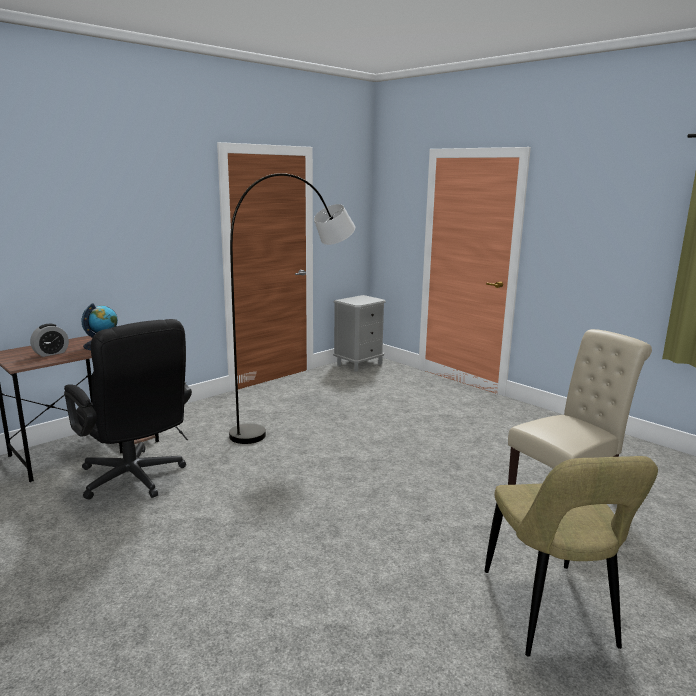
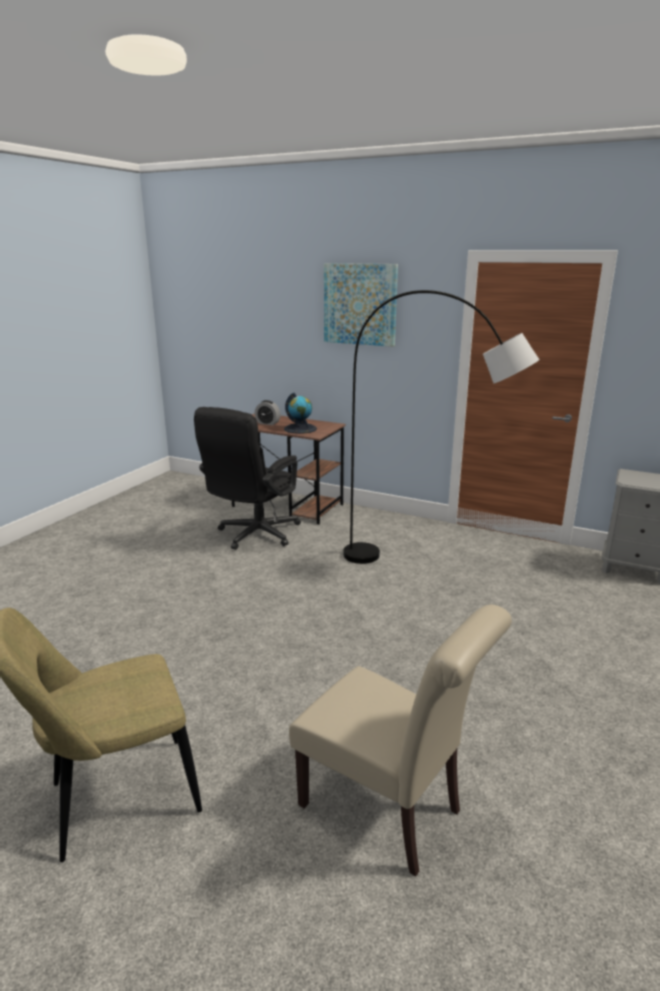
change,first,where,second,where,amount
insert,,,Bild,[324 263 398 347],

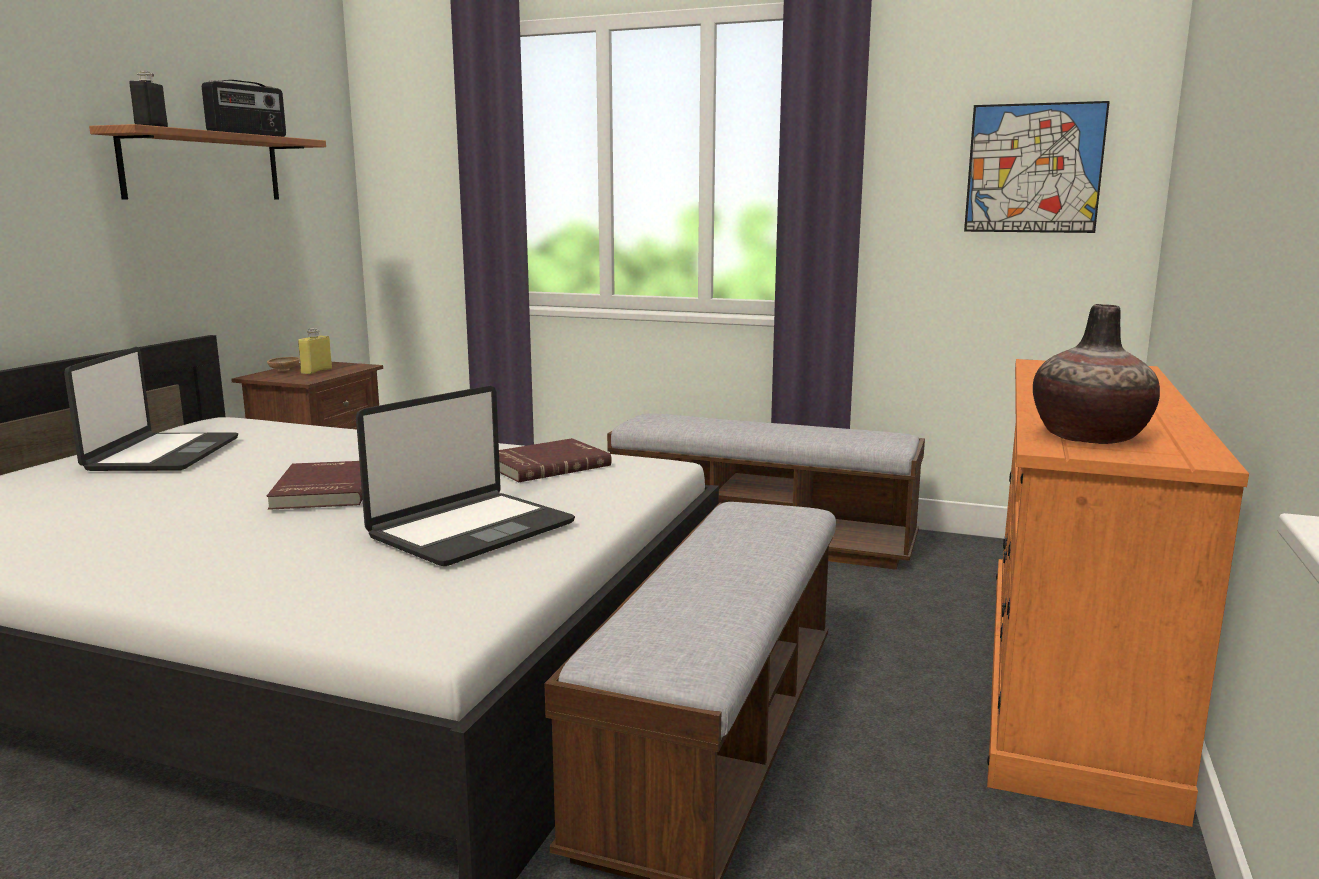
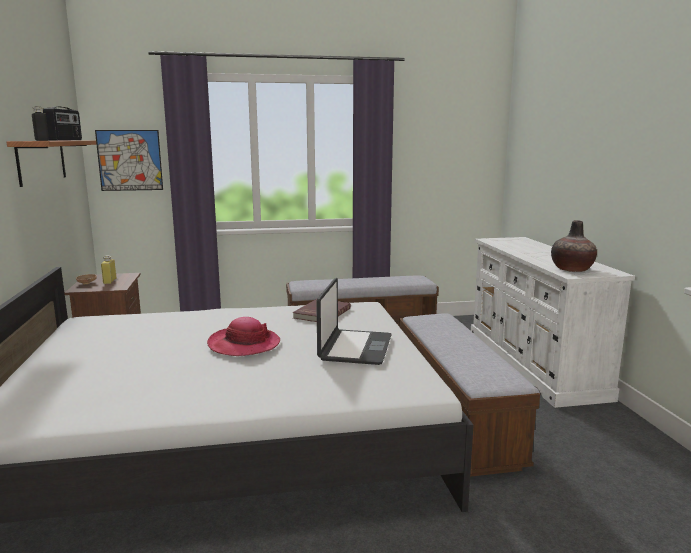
change,first,where,second,where,amount
move,Bild,[964 101 1110 233],,[95 130 163 191],
replace,Buch [rot],[266 461 363 510],Hut,[207 317 280 356],
recolor,Kommode [orange],[987 359 1249 827],Kommode [weiß],[471 237 635 408],
delete,Laptop,[64 347 238 471],,,

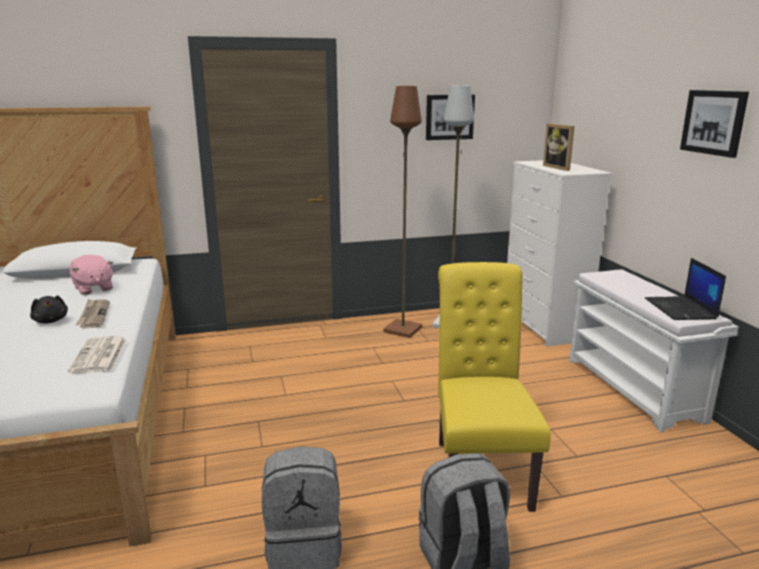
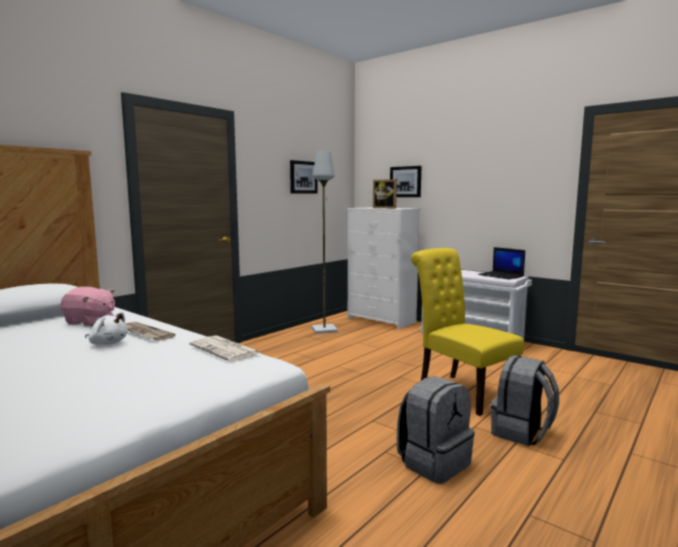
change,first,where,second,where,amount
recolor,Plüschtier [schwarz],[30 295 68 323],Plüschtier [weiß],[85 312 128 345],
move,Bild,[680 90 749 158],,[390 166 422 197],
delete,Stehlampe [braun],[383 86 422 338],,,

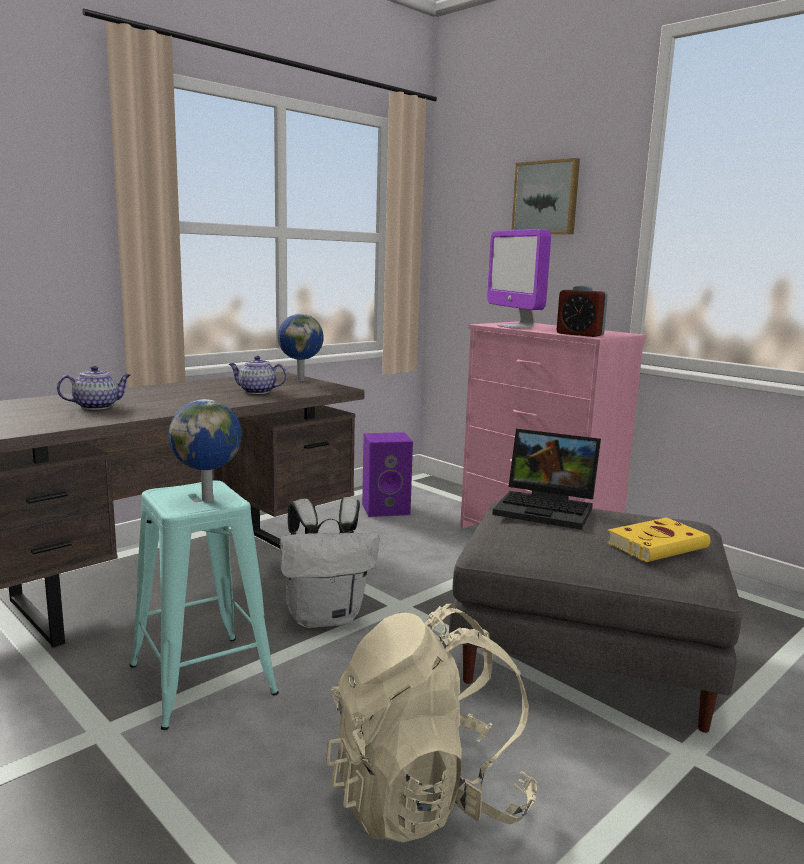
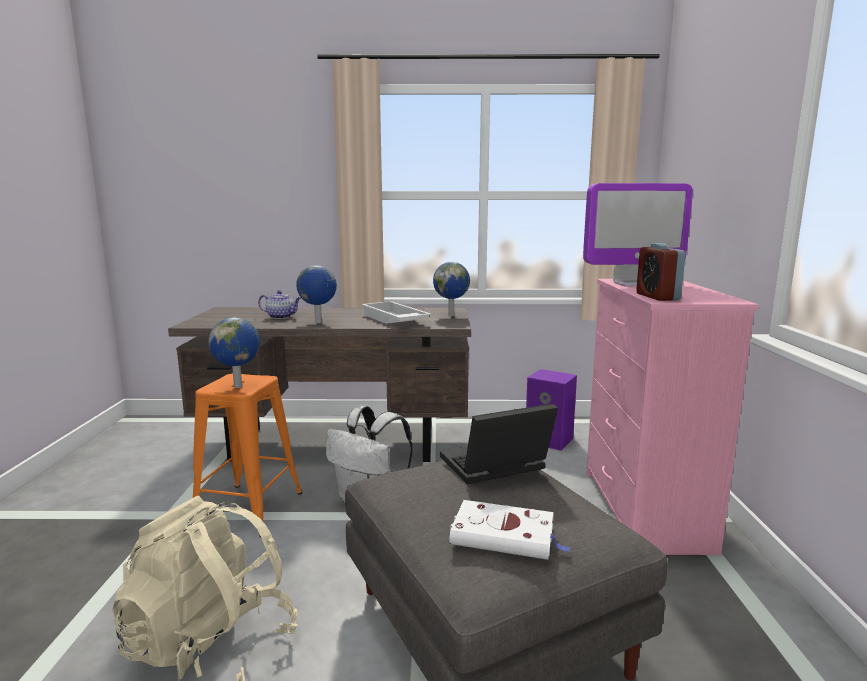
change,first,where,second,where,amount
recolor,Hocker [türkis],[130 480 279 730],Hocker [orange],[193 373 302 538],
insert,,,Globus,[296 265 337 323],
replace,Teekanne,[229 356 287 394],Tablett [weiß],[361 301 432 324],
rotate,Laptop,[492 429 601 530],,[440 403 558 484],90 degrees clockwise
recolor,Buch [gelb],[607 517 710 562],Buch [weiß],[450 500 571 560],
rotate,Monitor,[487 229 551 328],,[583 183 693 286],120 degrees counterclockwise
delete,Bild,[512 158 580 234],,,

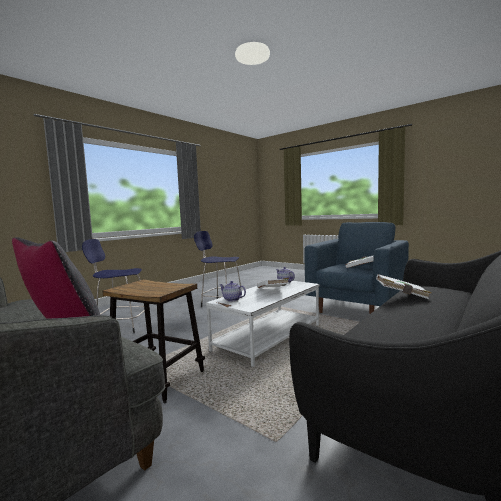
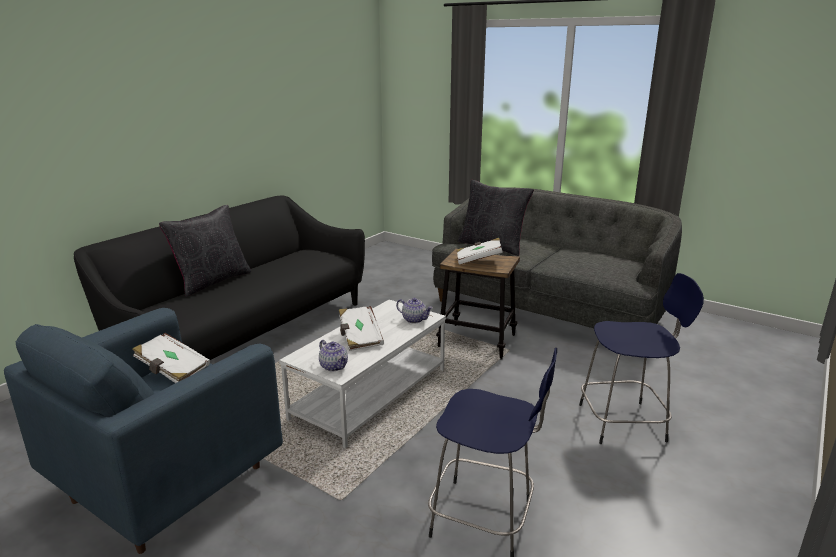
change,first,where,second,where,amount
insert,,,Kissen [schwarz],[159 205 251 297],
move,Buch [weiß],[376 274 432 299],,[457 238 503 265],

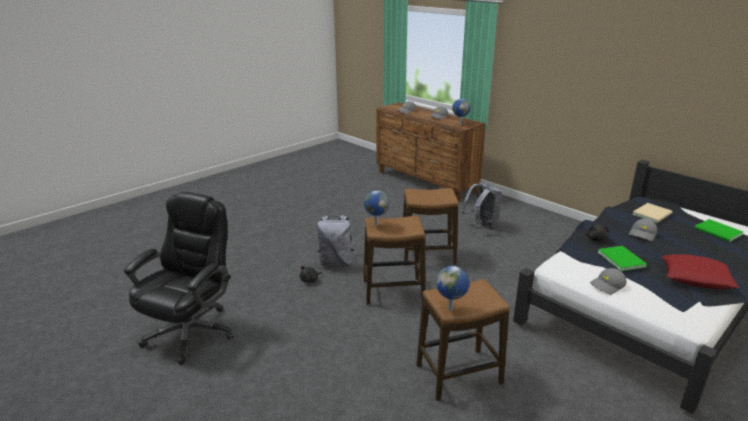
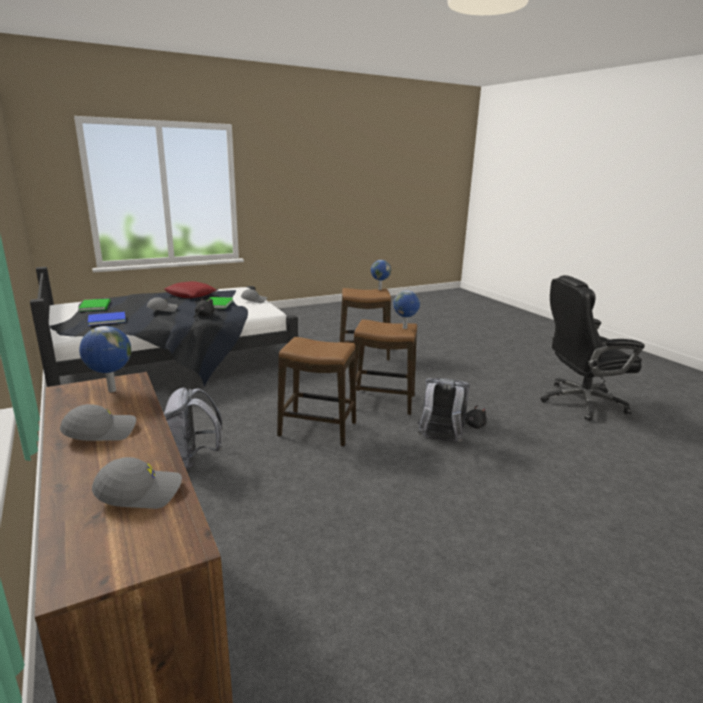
change,first,where,second,where,amount
recolor,Buch [beige],[632 203 673 223],Buch [blau],[88 312 126 326],
rotate,Bürostuhl [schwarz],[124 192 233 365],,[541 275 645 421],45 degrees clockwise

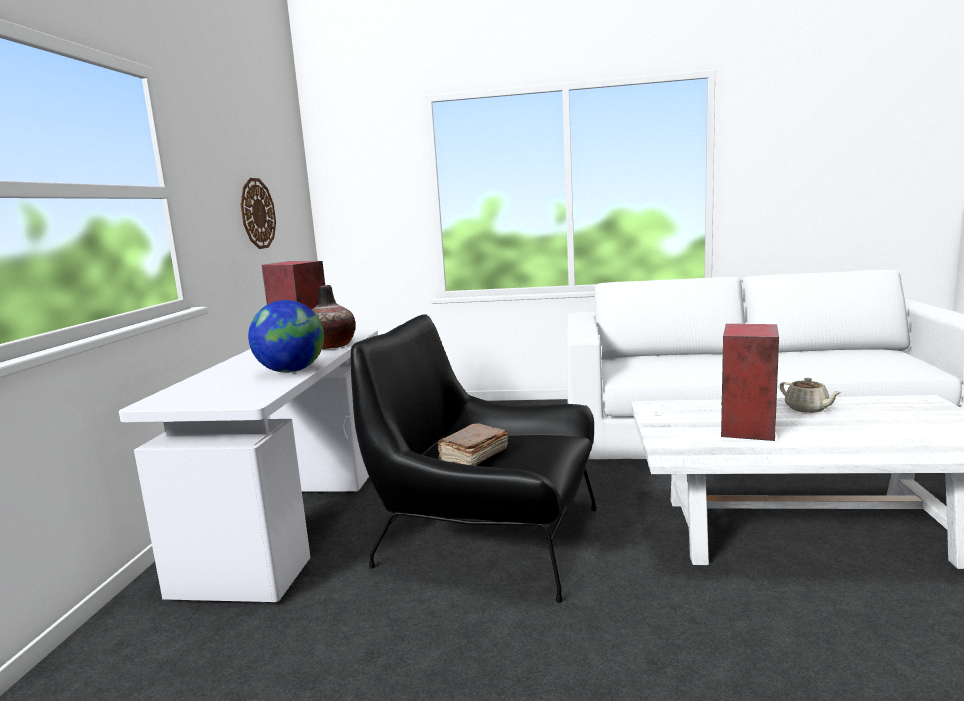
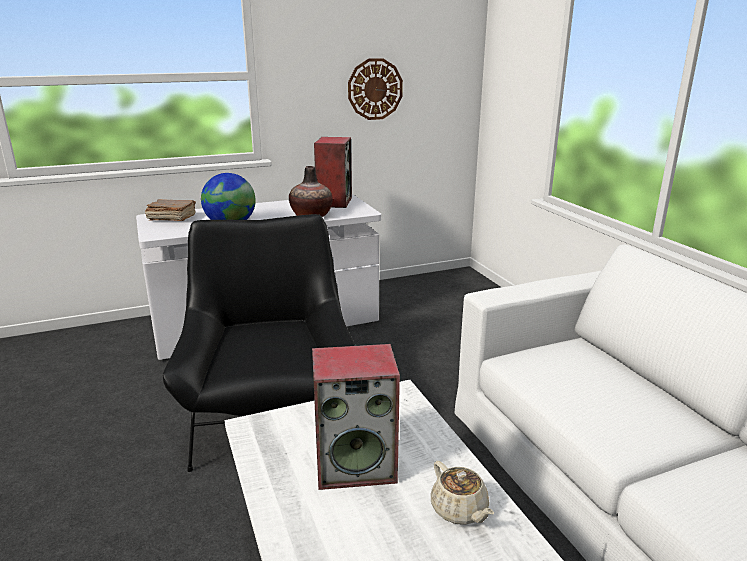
change,first,where,second,where,amount
move,Buch [braun],[437 423 508 466],,[145 199 196 221],
rotate,Teekanne [beige],[779 378 842 413],,[431 461 494 525],60 degrees counterclockwise

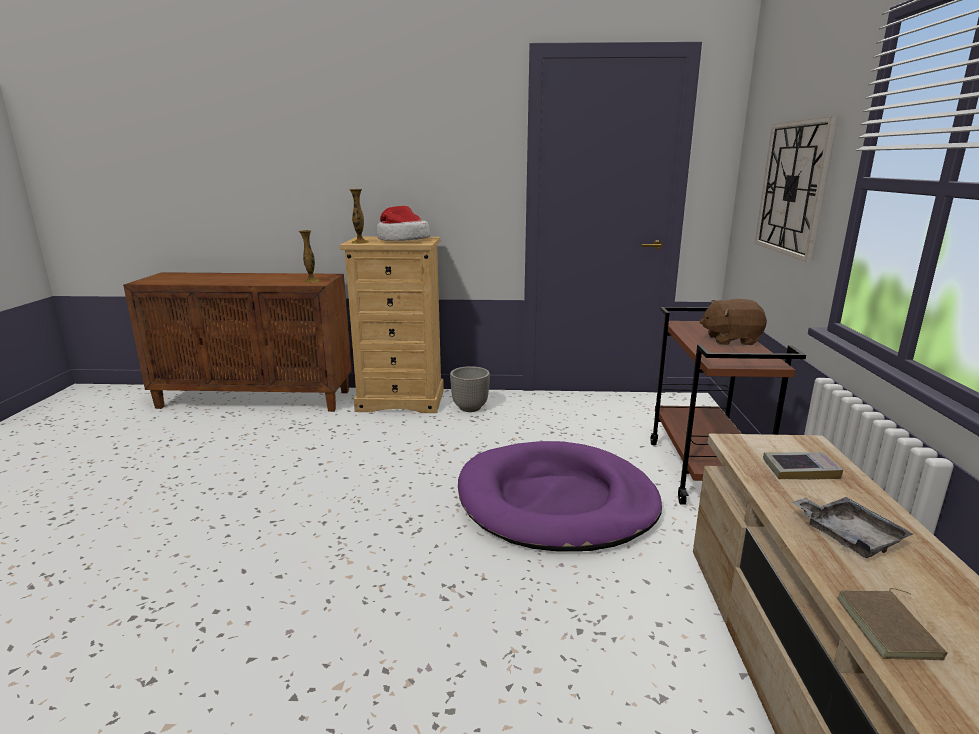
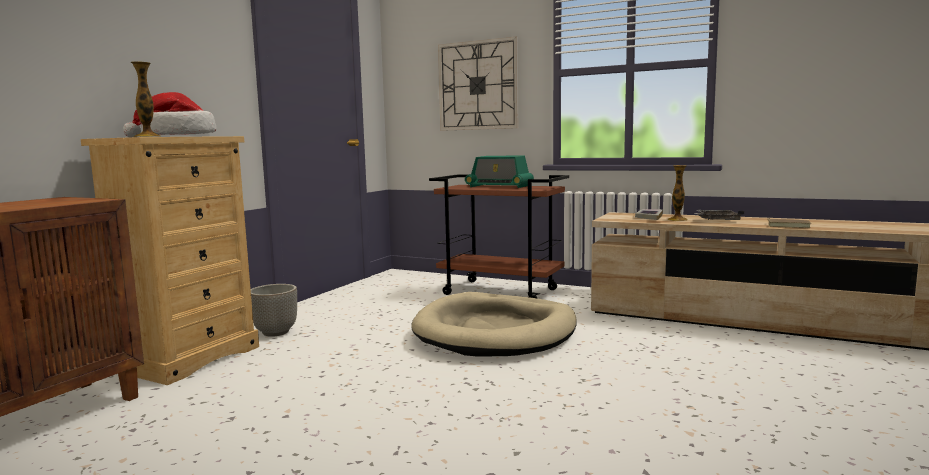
change,first,where,second,where,amount
recolor,Hundebett [lila],[458 441 662 551],Hundebett [beige],[411 292 577 357],
replace,Plüschtier [braun],[700 299 767 345],Radio,[465 155 534 188],
move,Vase,[299 230 321 283],,[668 165 687 221],

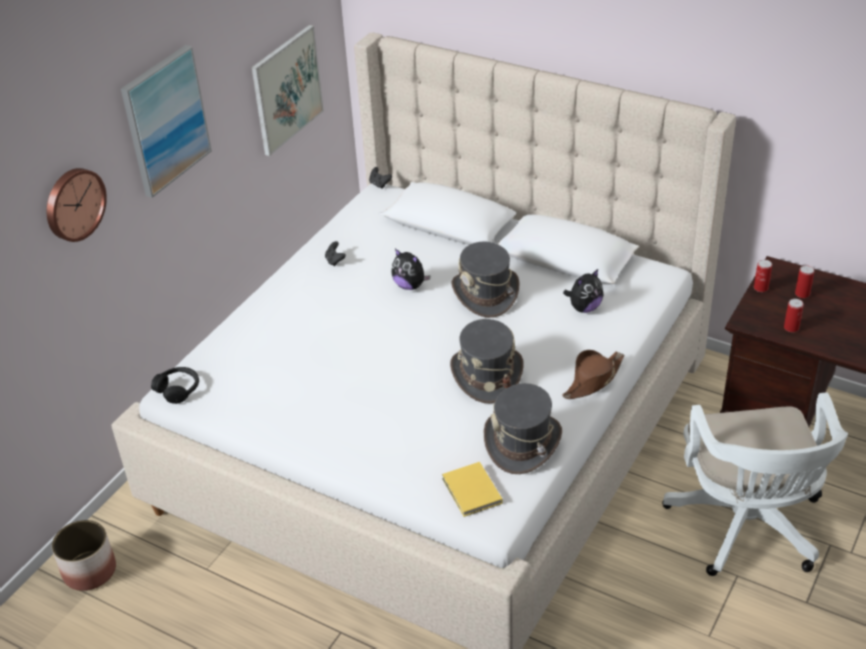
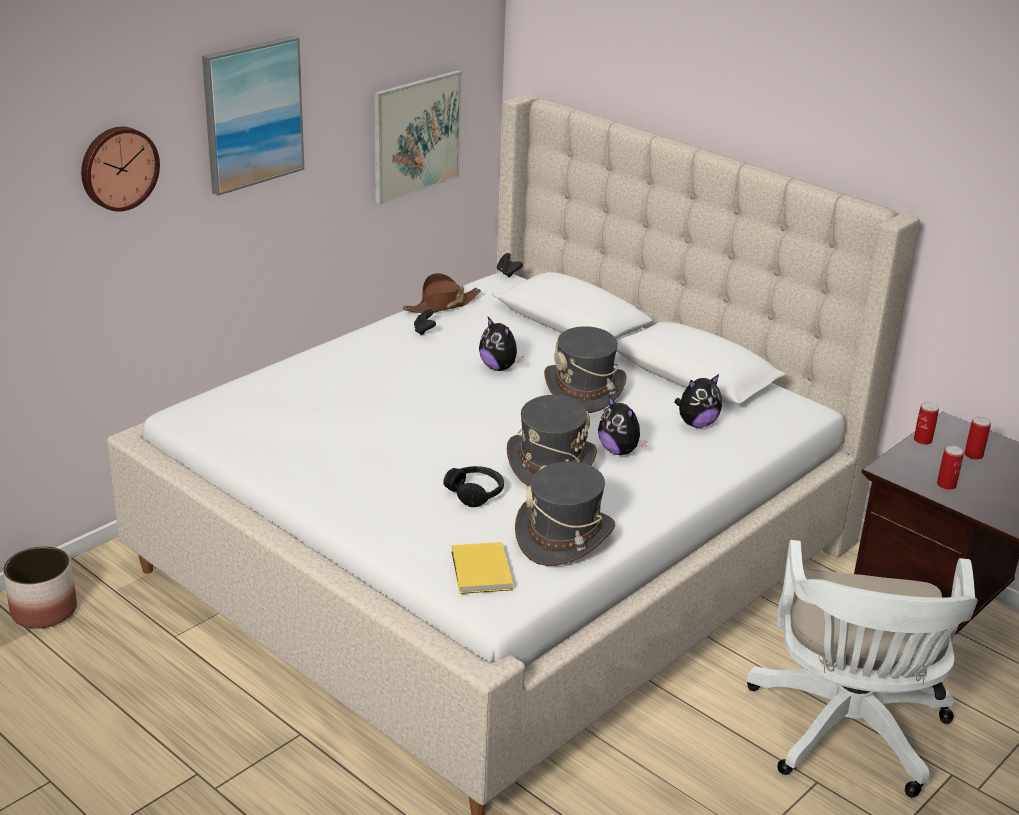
change,first,where,second,where,amount
move,Hut [braun],[562 350 624 399],,[403 273 481 313],
move,Kopfhörer [schwarz],[151 367 199 404],,[443 466 504 507],
insert,,,Plüschtier,[598 395 647 455],

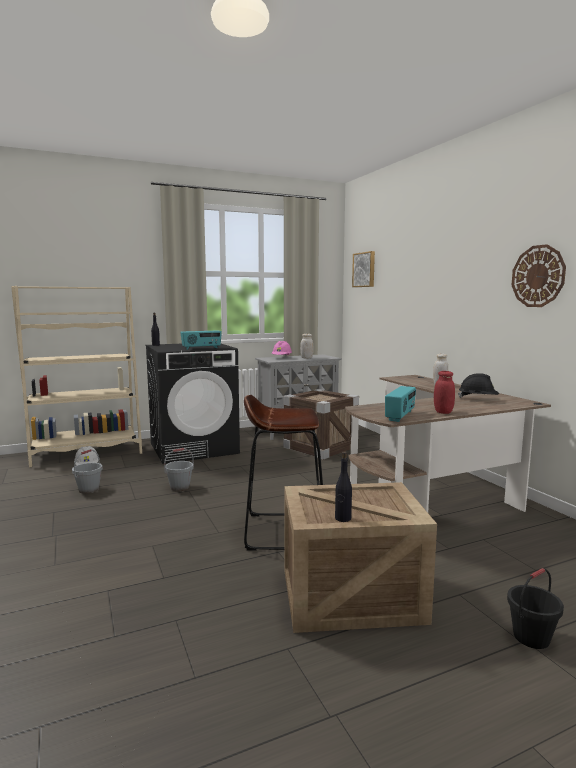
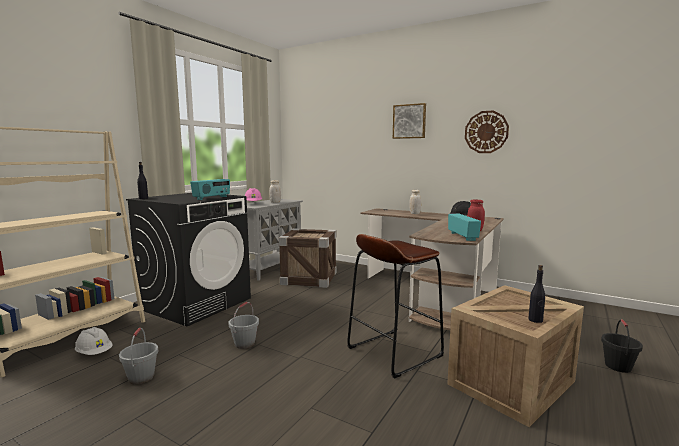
change,first,where,second,where,amount
move,Bild,[352 251 375 287],,[393 103 426 139],

